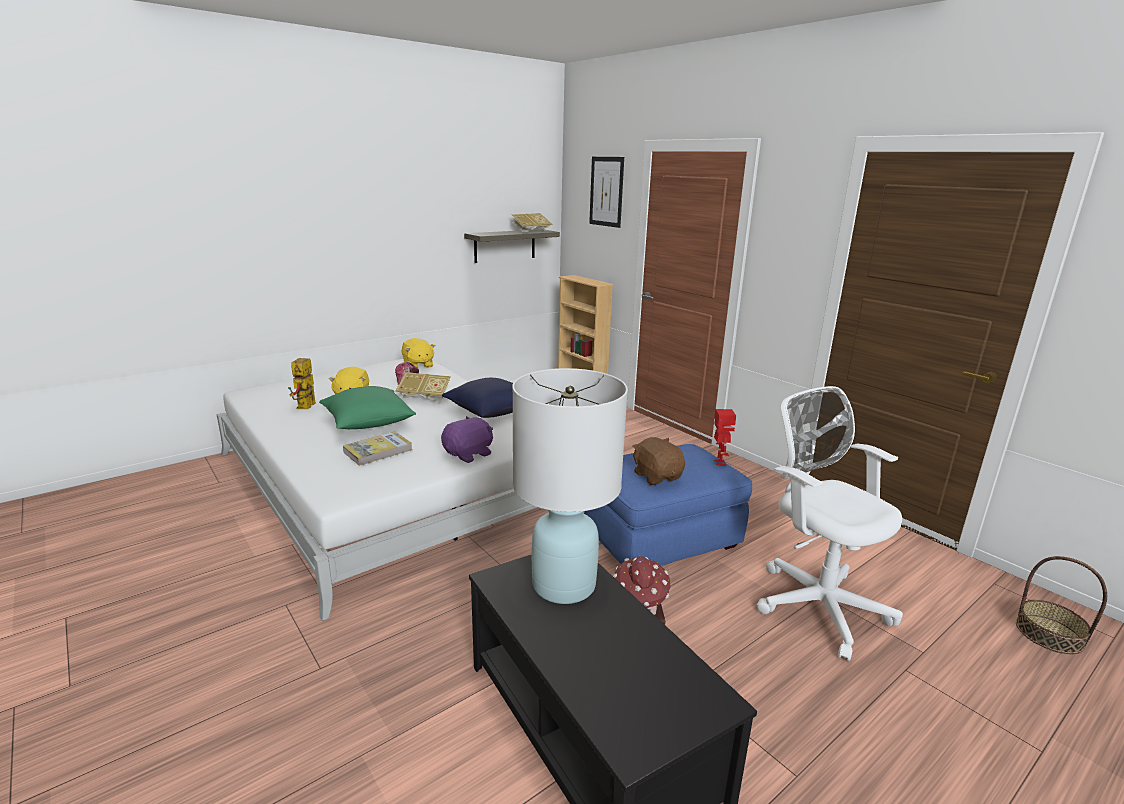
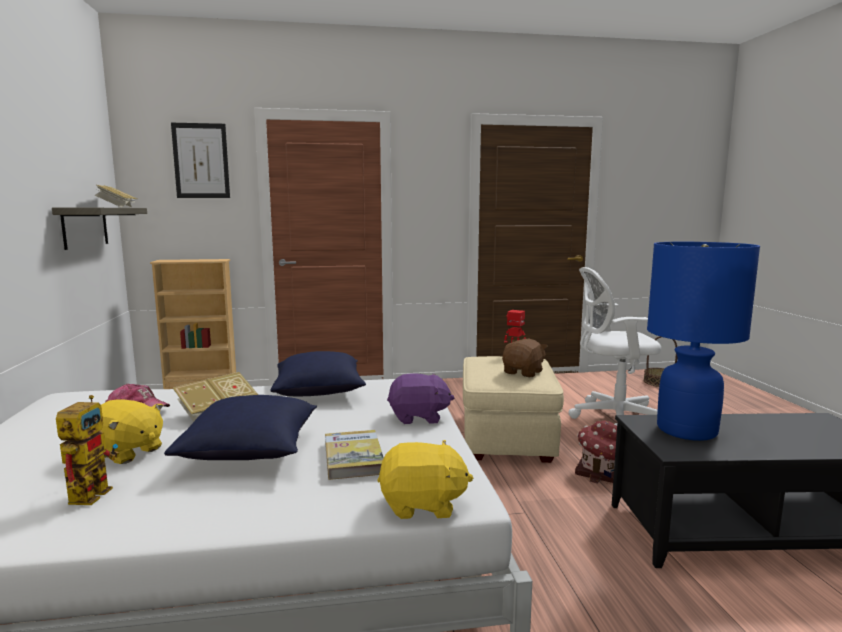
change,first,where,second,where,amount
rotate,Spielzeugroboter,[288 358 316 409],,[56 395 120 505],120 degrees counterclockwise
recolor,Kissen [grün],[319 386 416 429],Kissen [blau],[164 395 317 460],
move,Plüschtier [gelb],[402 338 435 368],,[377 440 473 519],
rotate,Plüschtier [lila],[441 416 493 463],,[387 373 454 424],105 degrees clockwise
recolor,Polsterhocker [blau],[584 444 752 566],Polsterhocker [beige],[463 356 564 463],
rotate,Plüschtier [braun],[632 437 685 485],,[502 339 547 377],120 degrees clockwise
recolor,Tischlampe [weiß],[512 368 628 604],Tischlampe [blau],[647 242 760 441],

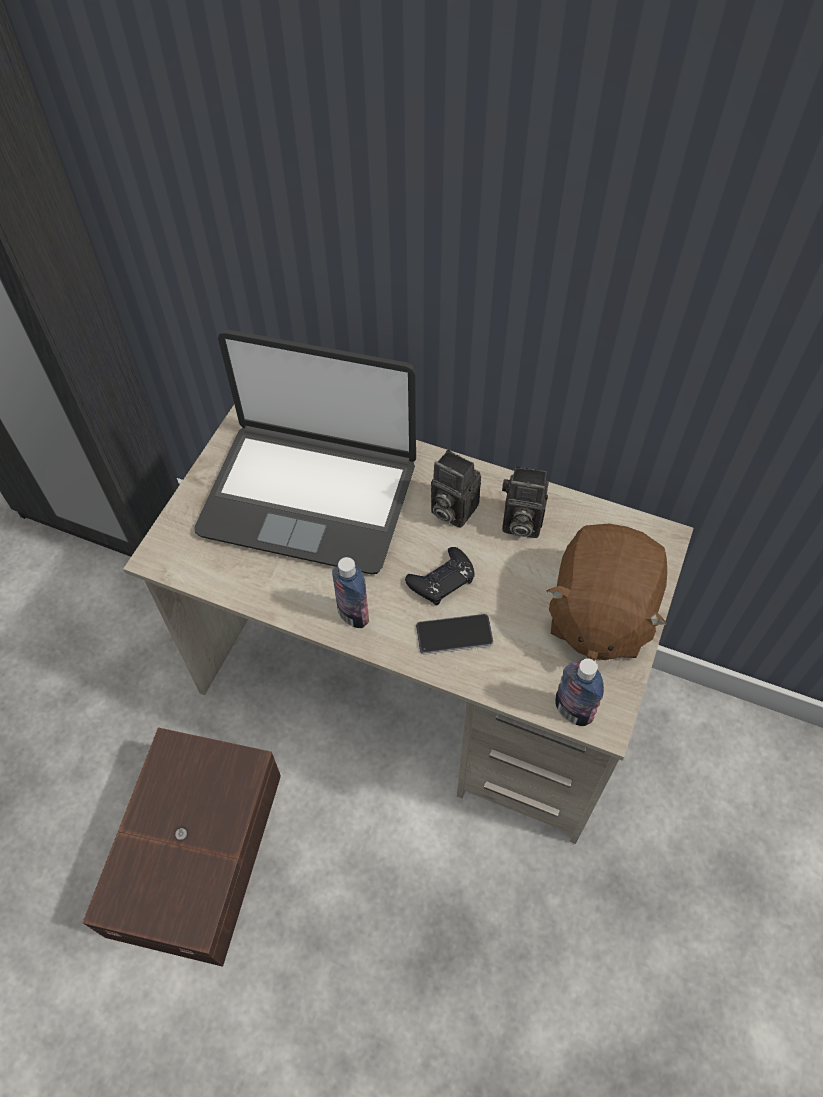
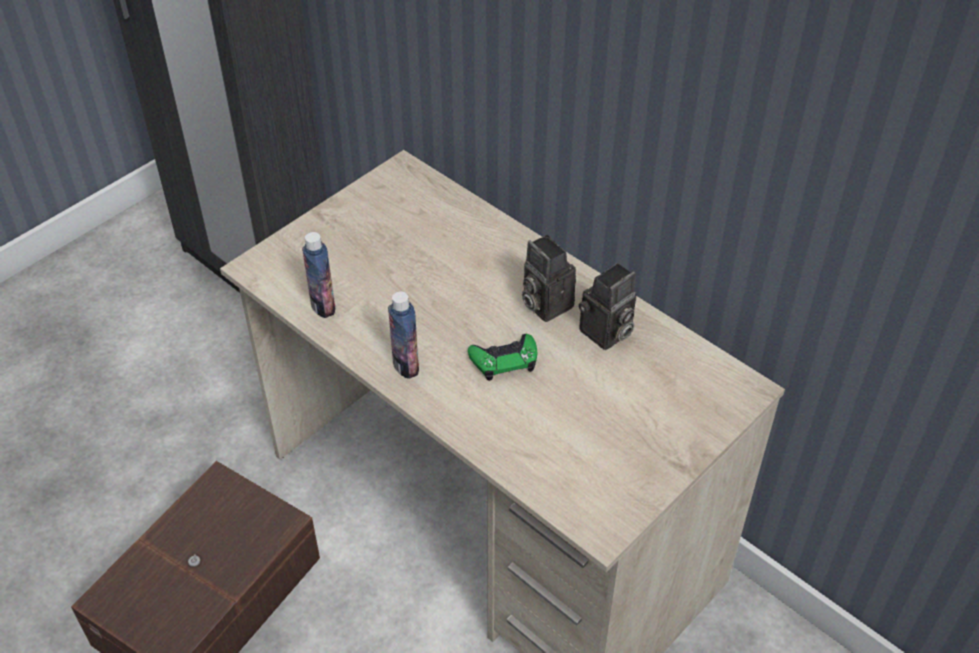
change,first,where,second,where,amount
move,Flasche,[555 658 604 726],,[302 232 335 318],
recolor,Gamepad [schwarz],[405 547 475 605],Gamepad [grün],[468 334 537 381],
rotate,Kamera,[502 466 549 538],,[579 263 636 350],75 degrees counterclockwise
delete,Laptop,[195 330 416 574],,,
delete,Handy,[416 614 494 655],,,
delete,Plüschtier [braun],[547 523 667 661],,,

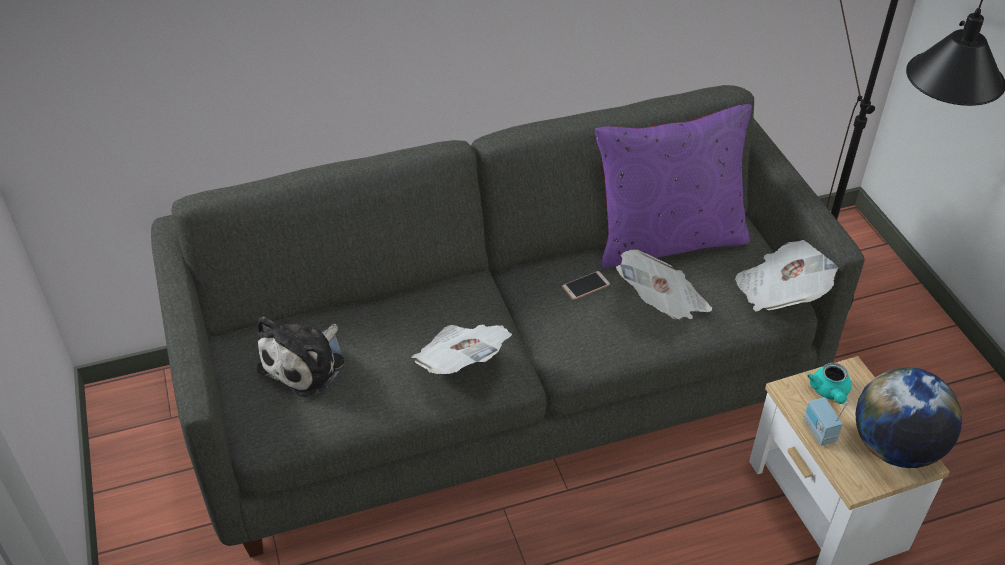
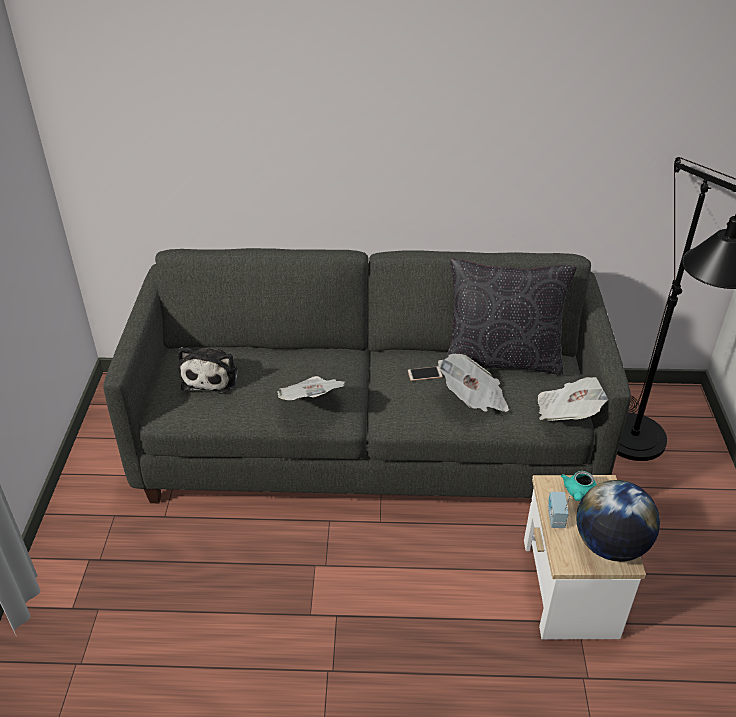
change,first,where,second,where,amount
rotate,Plüschtier,[257 317 345 397],,[178 347 238 394],45 degrees counterclockwise
recolor,Kissen [lila],[595 104 752 269],Kissen [schwarz],[444 259 577 375],

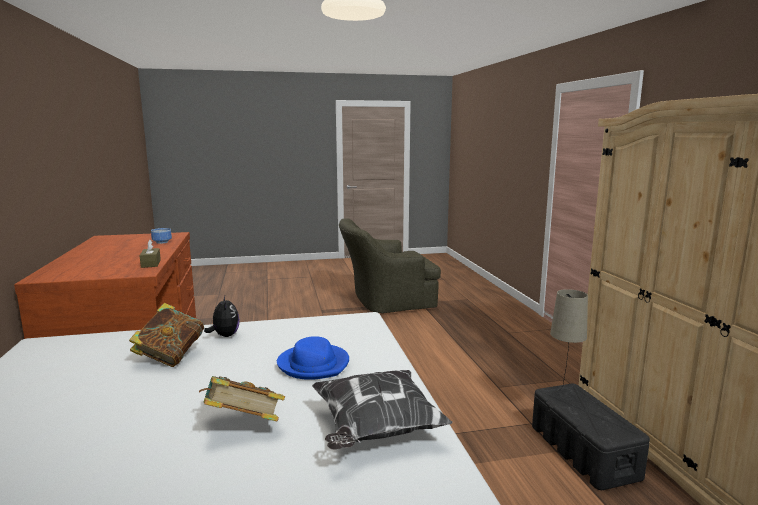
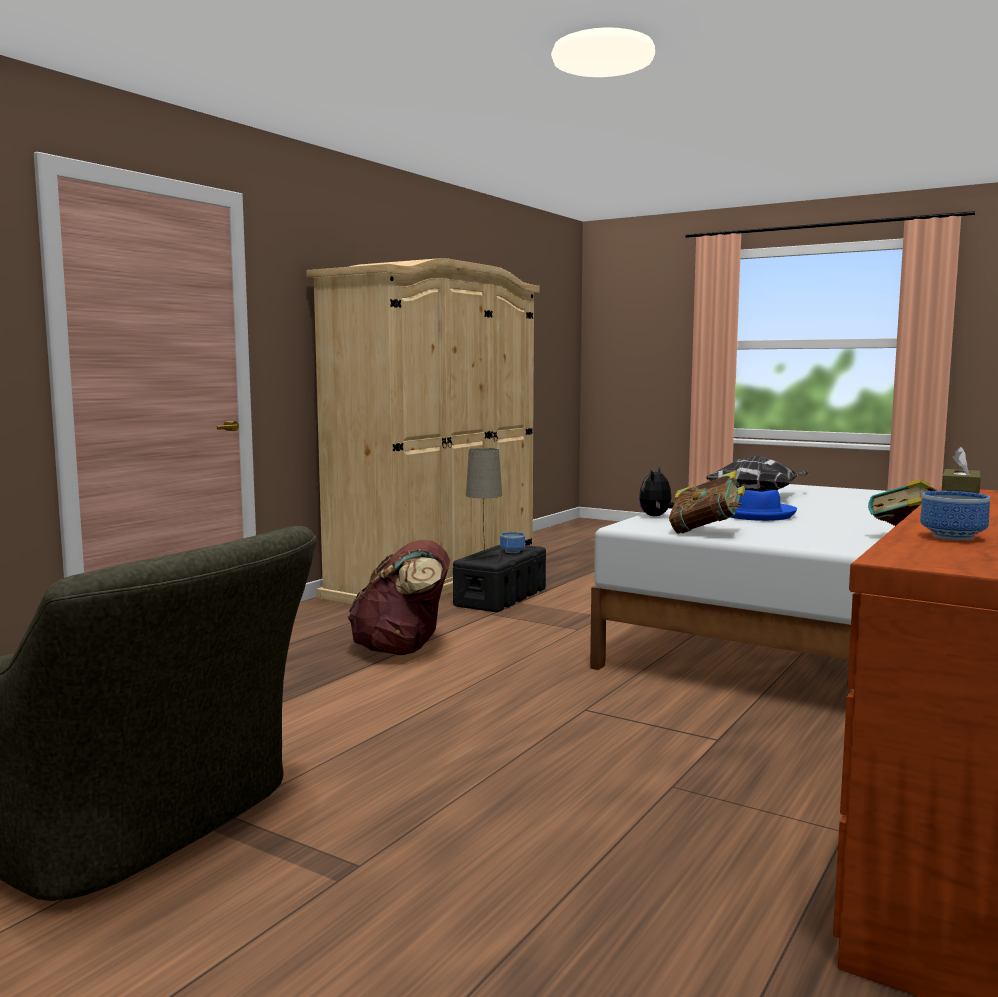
change,first,where,second,where,amount
insert,,,Rucksack [braun],[348 540 450 655],
insert,,,Schüssel,[500 532 525 553],
move,Plüschtier,[204 296 240 337],,[639 468 674 516],
move,Buch,[199 376 285 421],,[669 471 745 534],

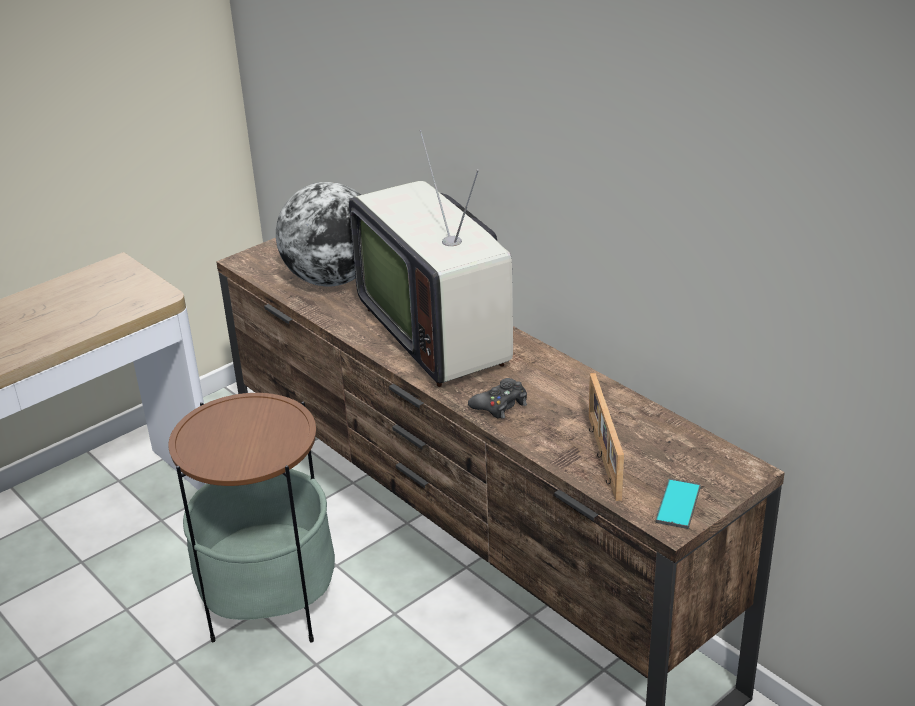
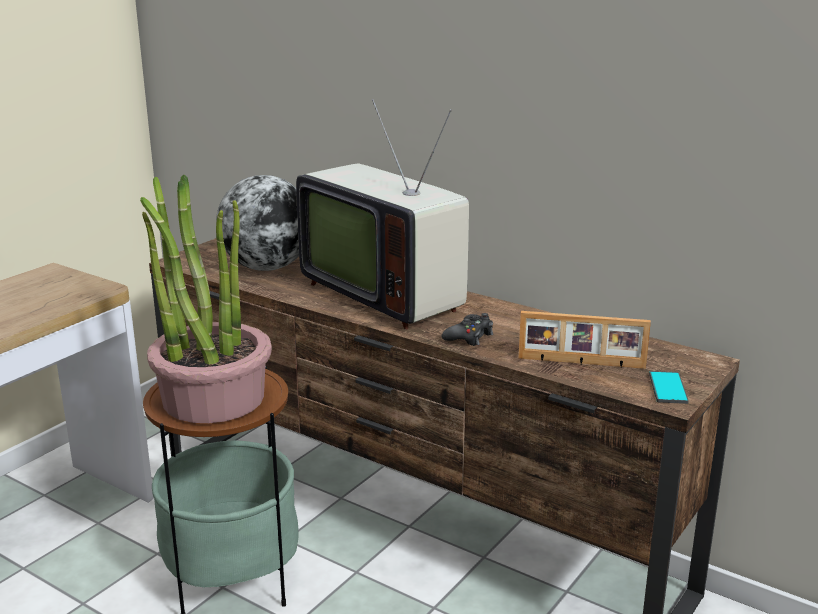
change,first,where,second,where,amount
insert,,,Topfpflanze,[140 175 272 423],
rotate,Bilderrahmen,[589 373 624 501],,[518 311 651 369],60 degrees counterclockwise

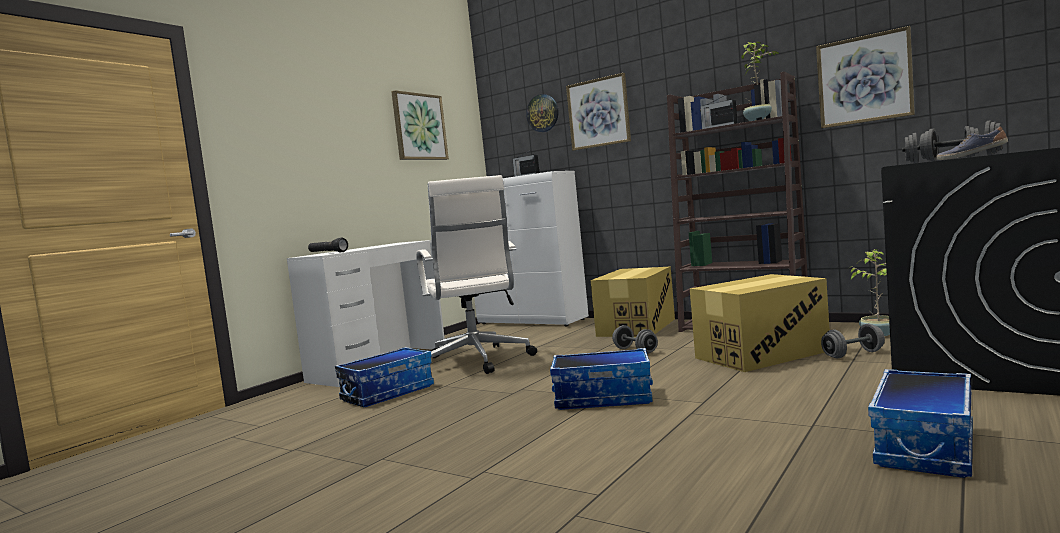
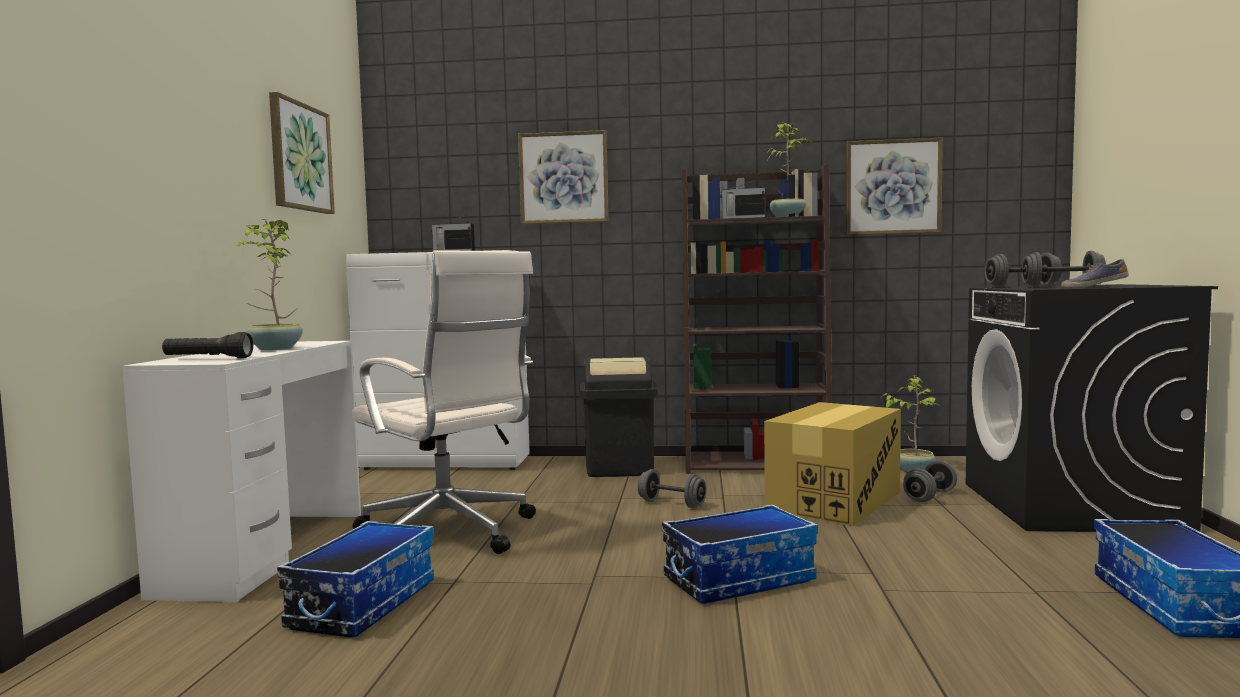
change,first,where,second,where,amount
insert,,,Topfpflanze,[237 219 303 350],
replace,Karton,[591 266 675 337],Mülleimer [schwarz],[579 357 658 477],
delete,Wanduhr,[526 94 558 132],,,

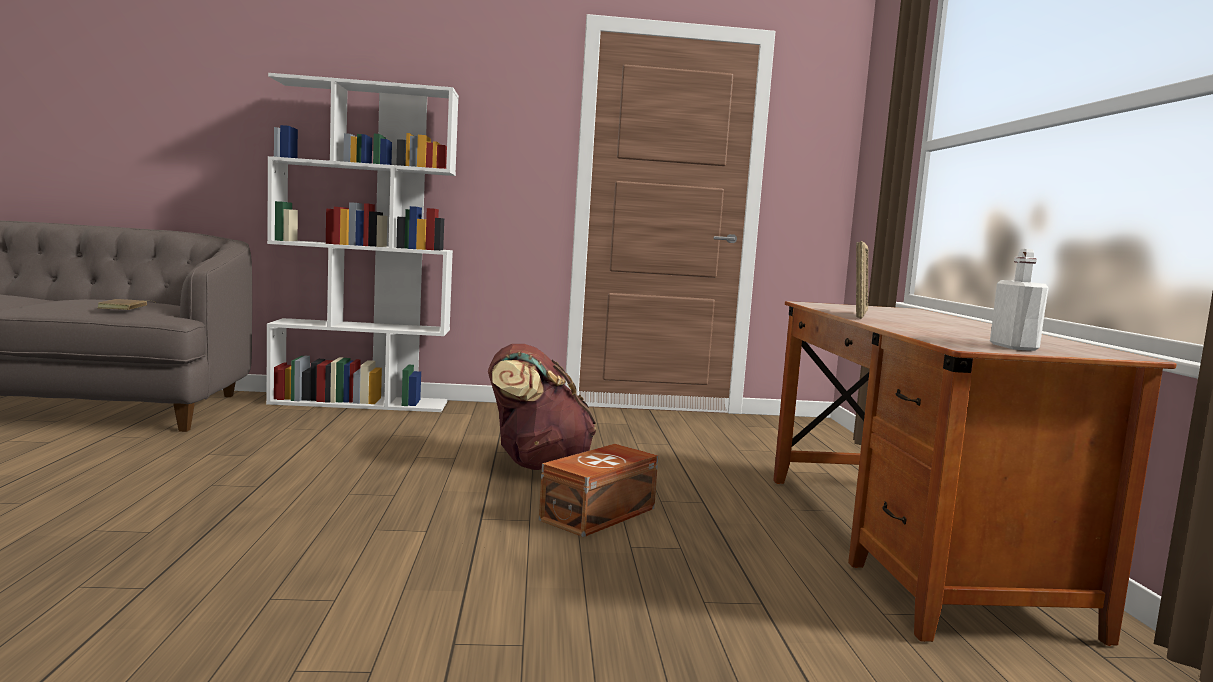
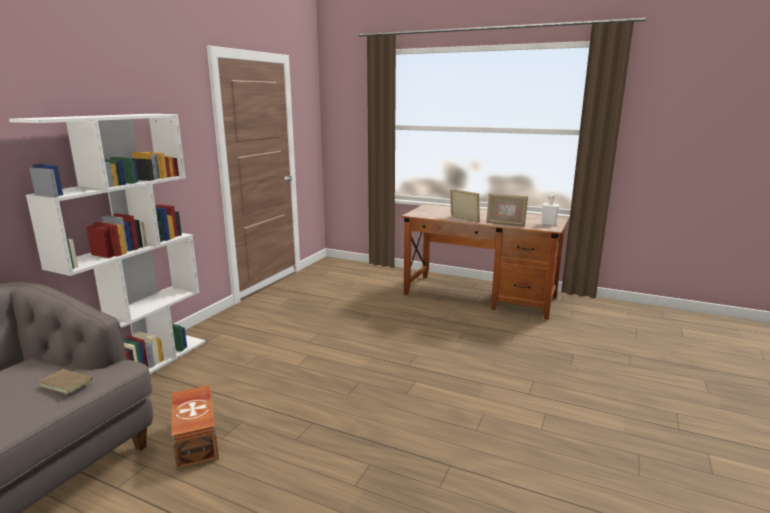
change,first,where,second,where,amount
move,Aufbewahrungsbox [braun],[539 444 658 537],,[172 385 219 470],
insert,,,Bilderrahmen,[486 193 528 227],
delete,Rucksack [braun],[488 344 597 470],,,

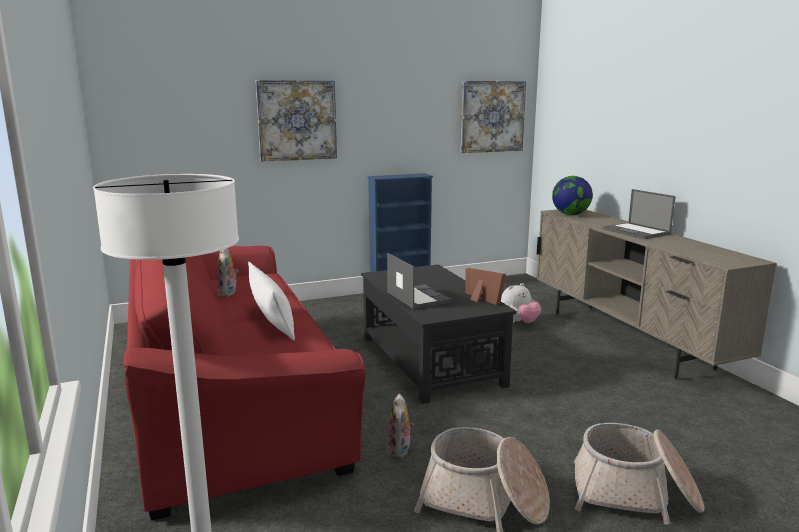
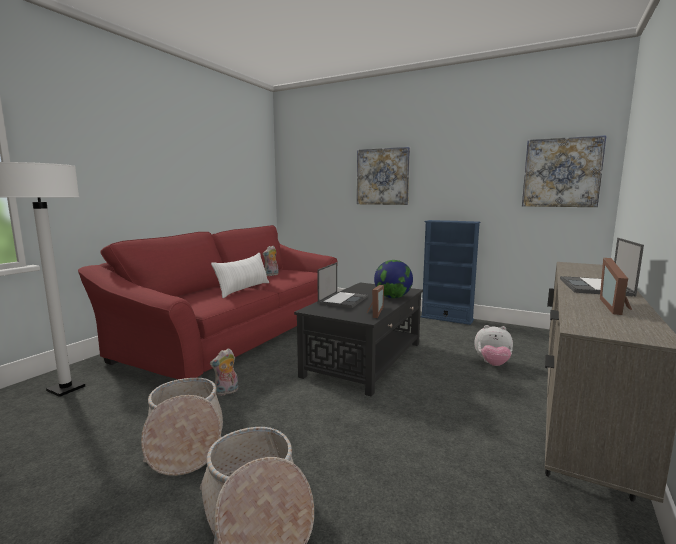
change,first,where,second,where,amount
move,Globus,[552 176 593 215],,[374 260 413 298],
insert,,,Bilderrahmen,[600 258 632 315],

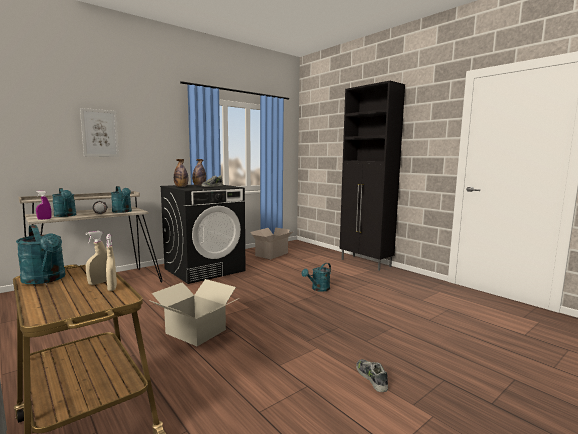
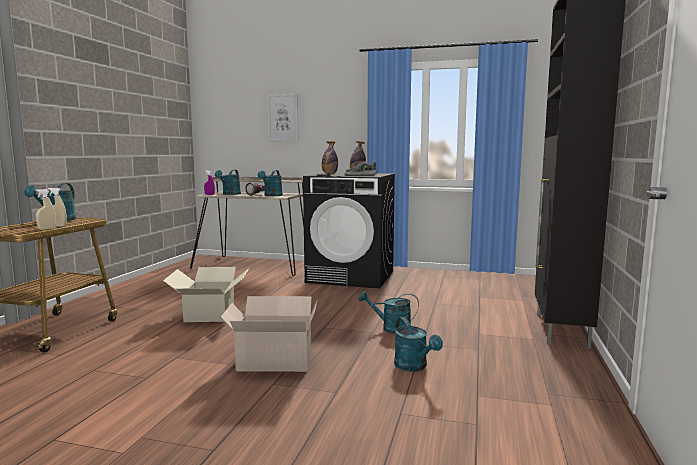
change,first,where,second,where,amount
move,Karton,[250 227 293 259],,[221 296 317 372],
insert,,,Gießkanne [türkis],[394 317 443 372],
delete,Schuh,[356 359 388 392],,,

